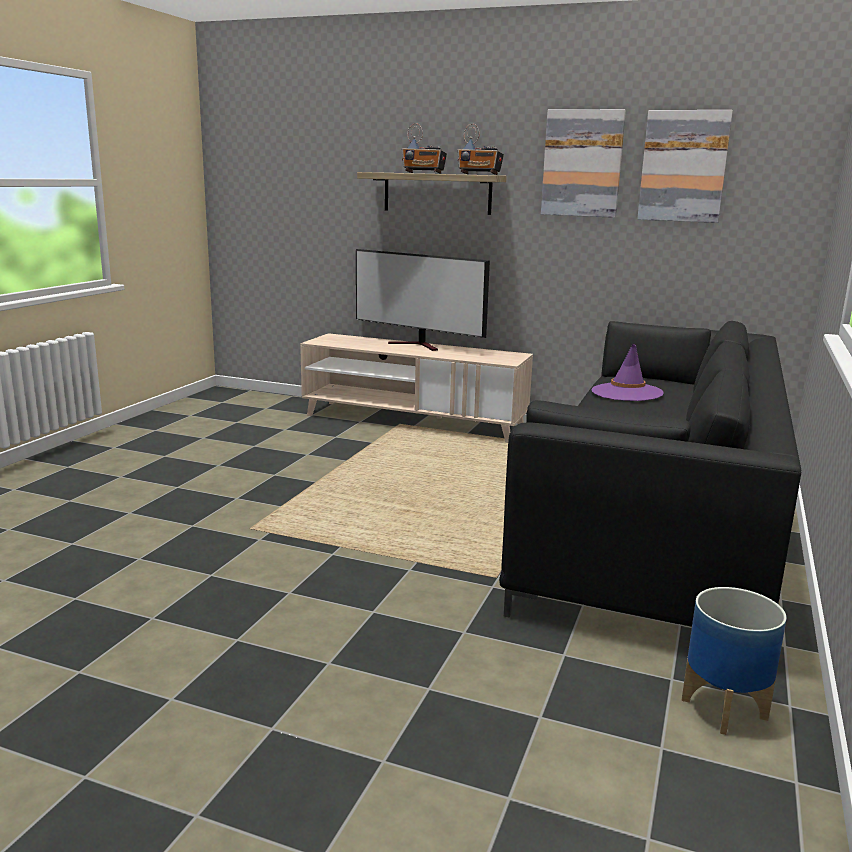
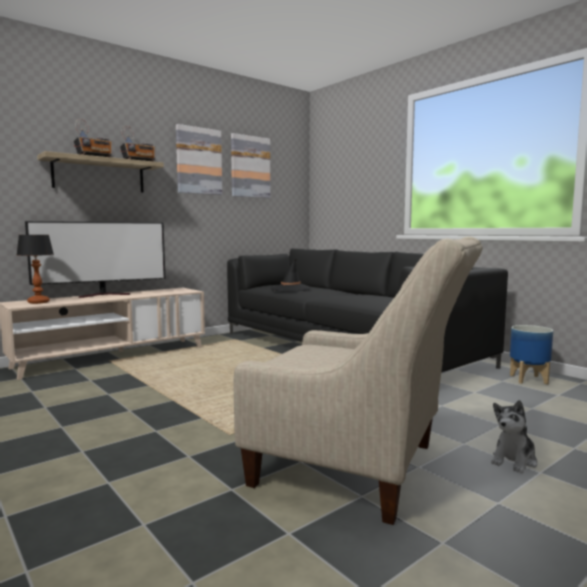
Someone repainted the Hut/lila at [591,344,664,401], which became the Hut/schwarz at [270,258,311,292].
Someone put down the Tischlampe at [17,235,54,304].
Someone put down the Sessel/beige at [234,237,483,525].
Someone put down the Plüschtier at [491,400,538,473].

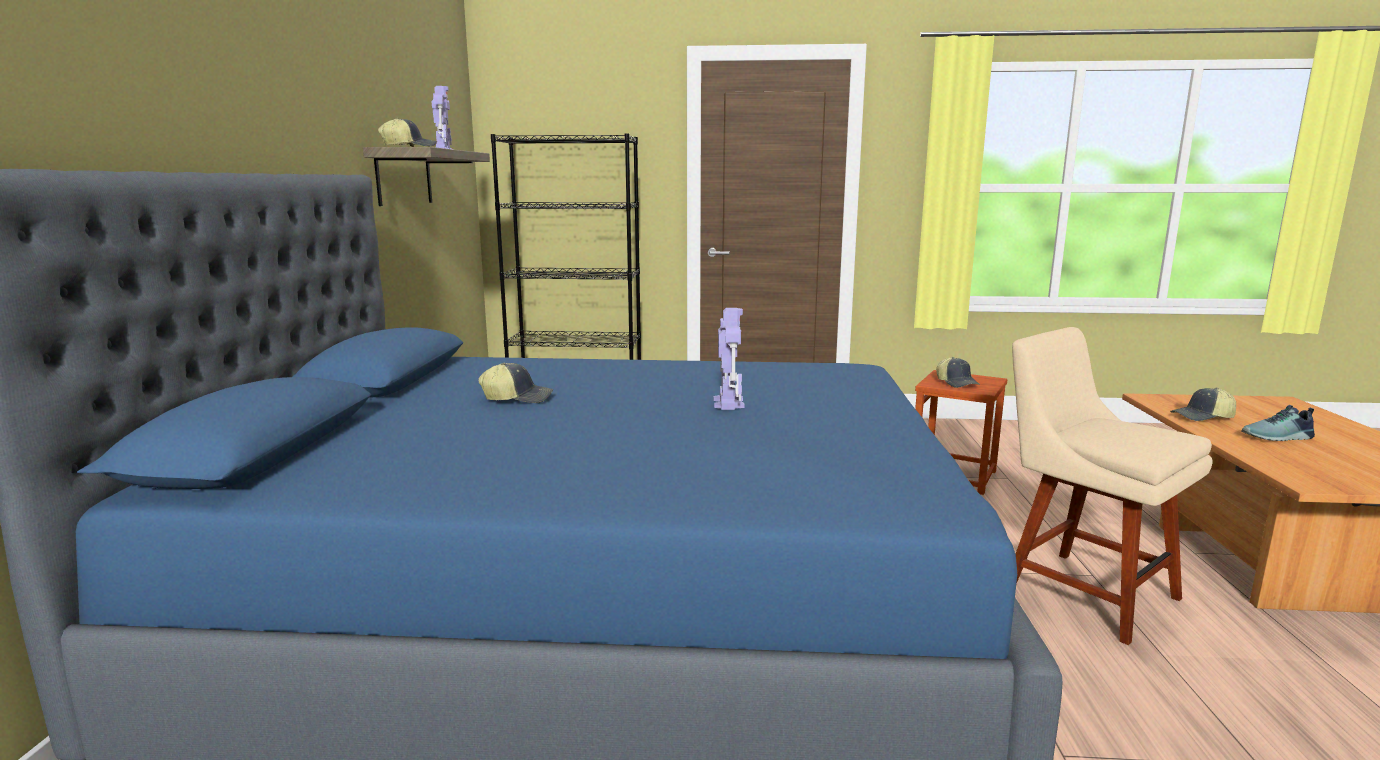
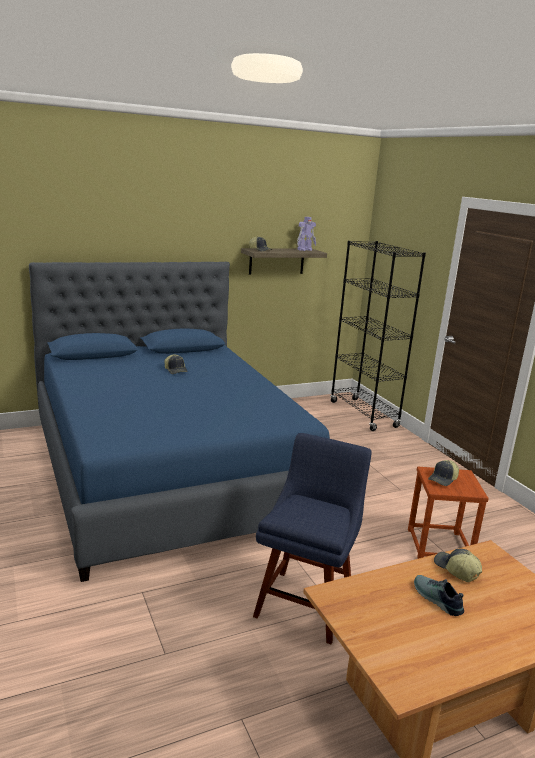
Someone took away the Spielzeugroboter at [713,308,744,410].
Someone repainted the Stuhl/beige at [1012,327,1213,645], which became the Stuhl/blau at [253,433,372,644].

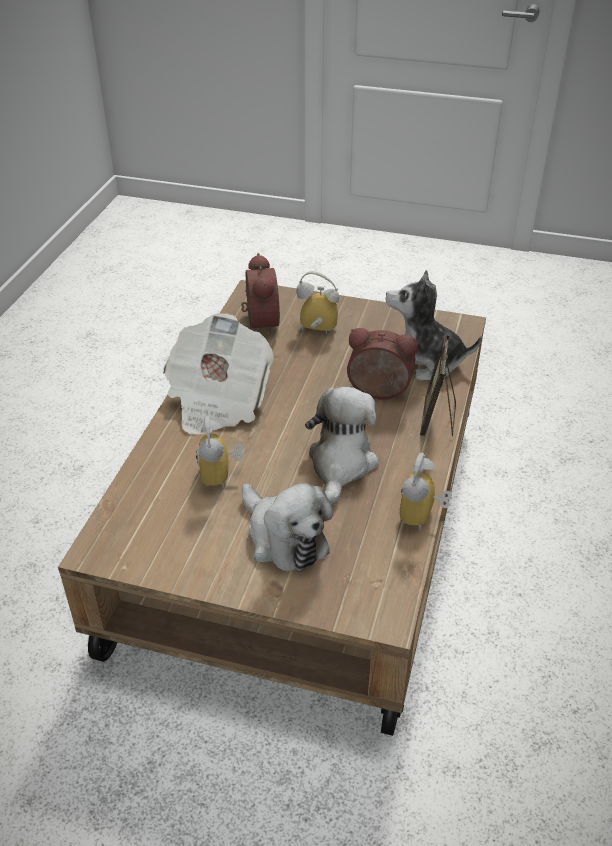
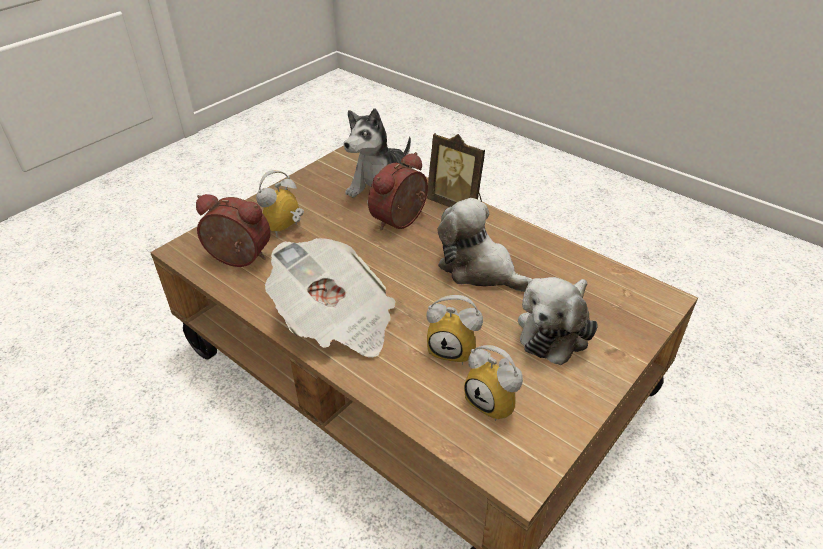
Someone rotated the Plüschtier at [242,483,333,572] by 135 degrees clockwise.
Someone carried the Wecker from [400,453,452,531] to [464,345,523,421].

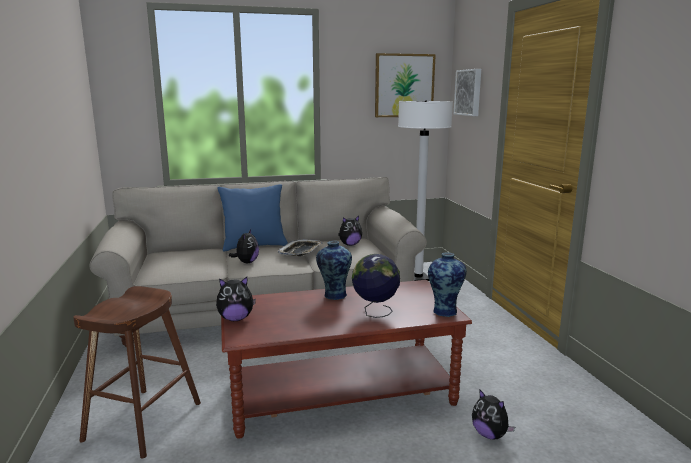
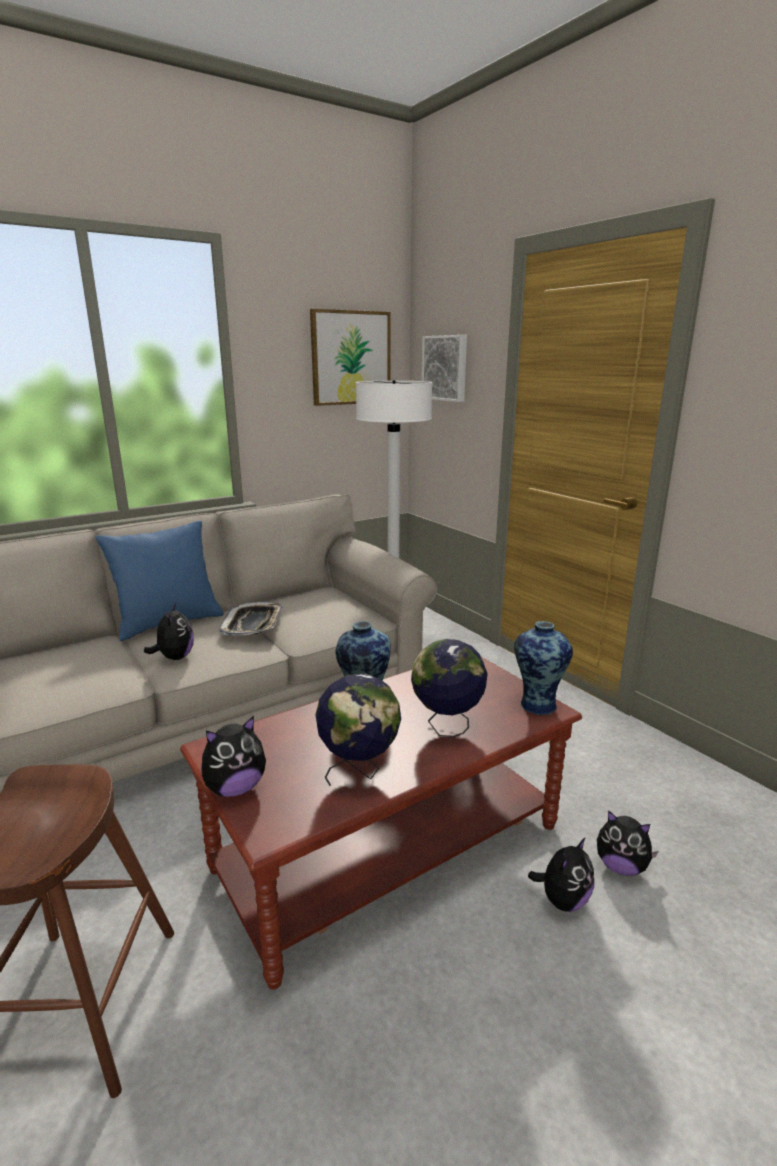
Someone carried the Plüschtier from [338,216,362,246] to [528,837,594,912].
Someone put down the Globus at [315,674,401,786].

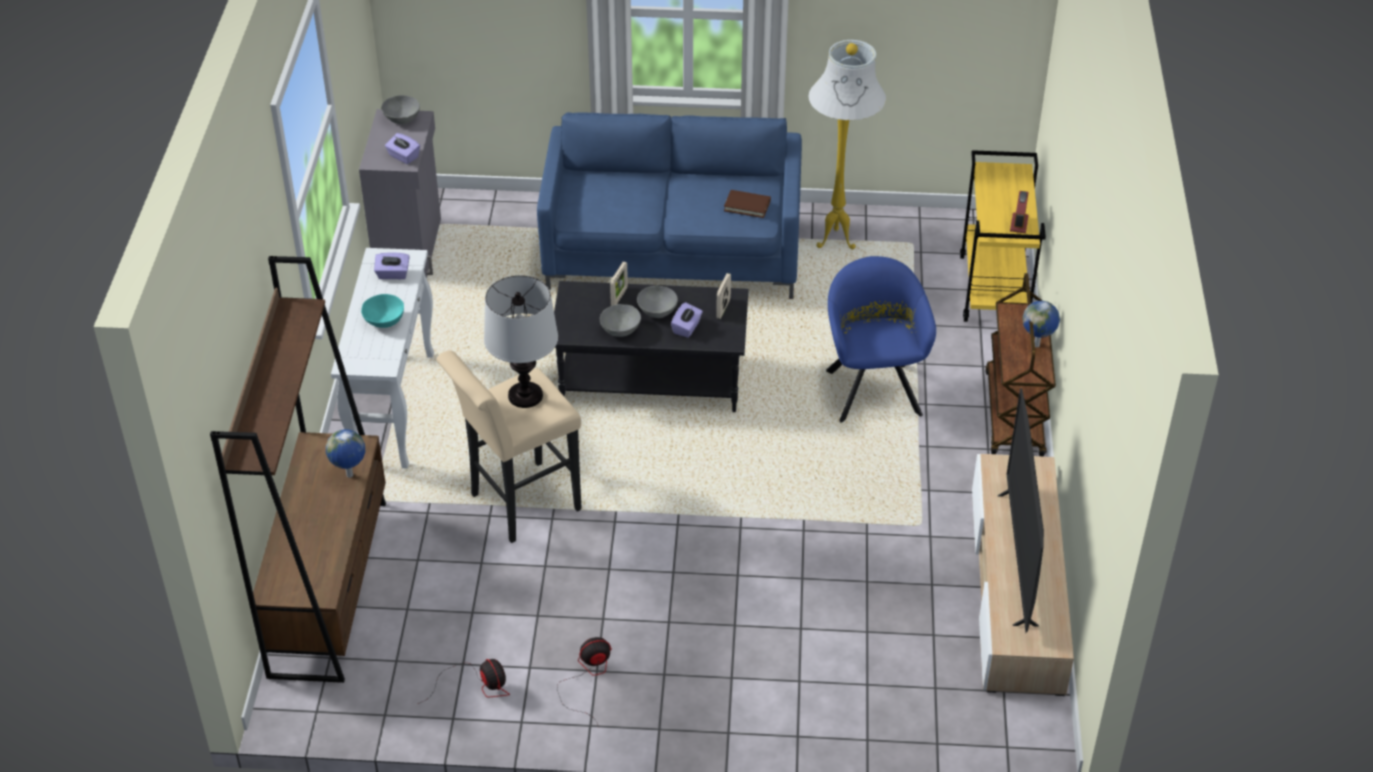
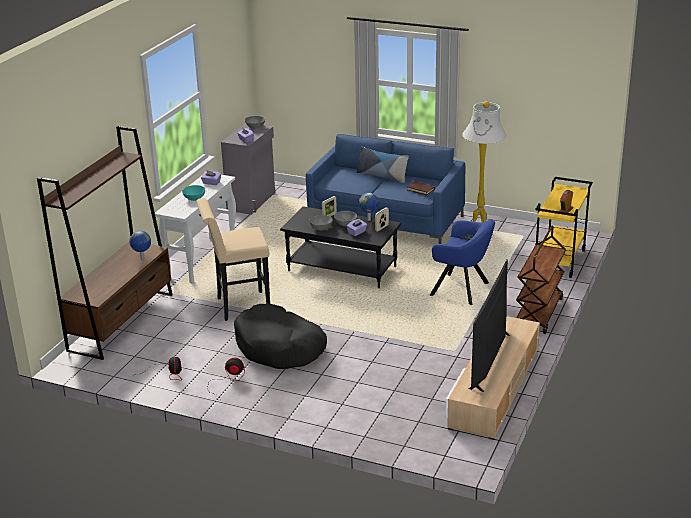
Someone took away the Tischlampe at [484,275,558,408].
Someone rotated the Sessel/blau at [826,256,936,422] by 105 degrees clockwise.
Someone carried the Globus from [1022,301,1060,347] to [359,193,379,221].
Someone put down the Hundebett/schwarz at [234,304,327,369].
Someone put down the Kissen at [356,146,409,183].

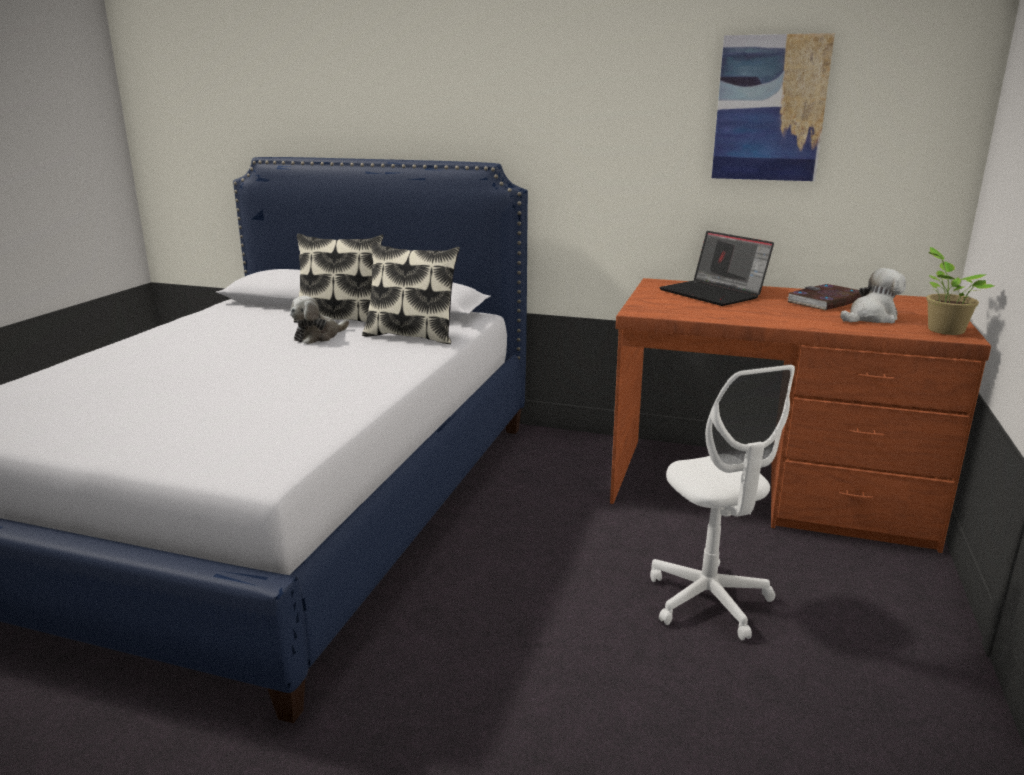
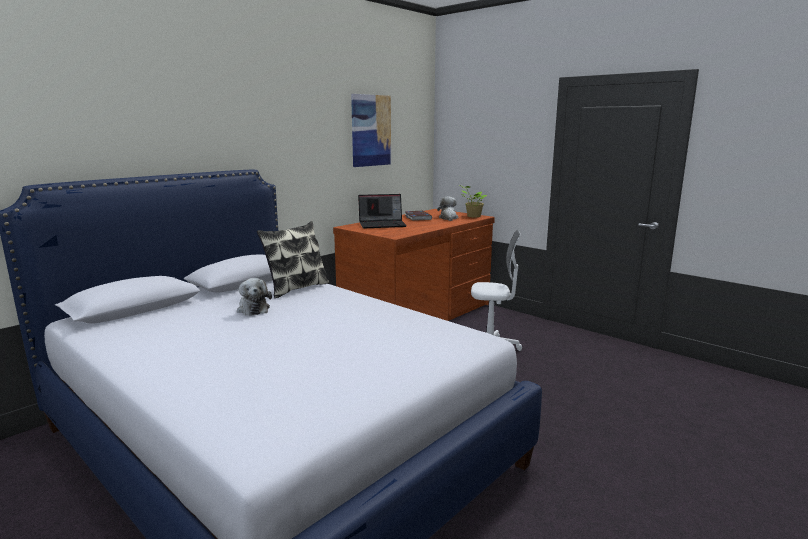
Someone took away the Kissen at [294,234,383,323].

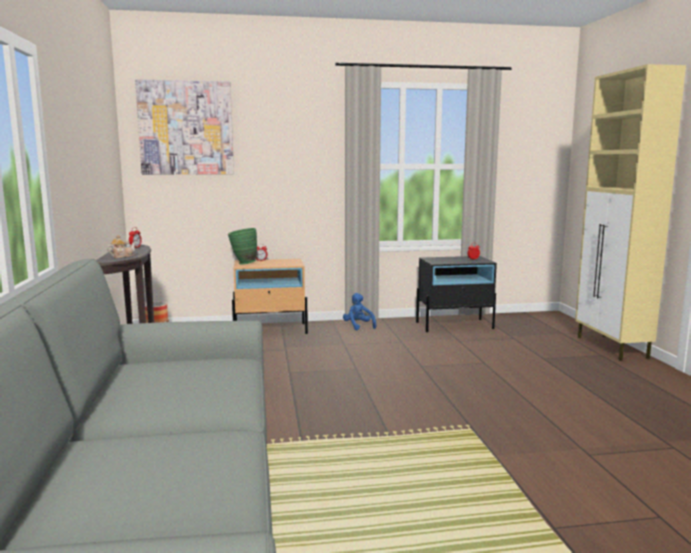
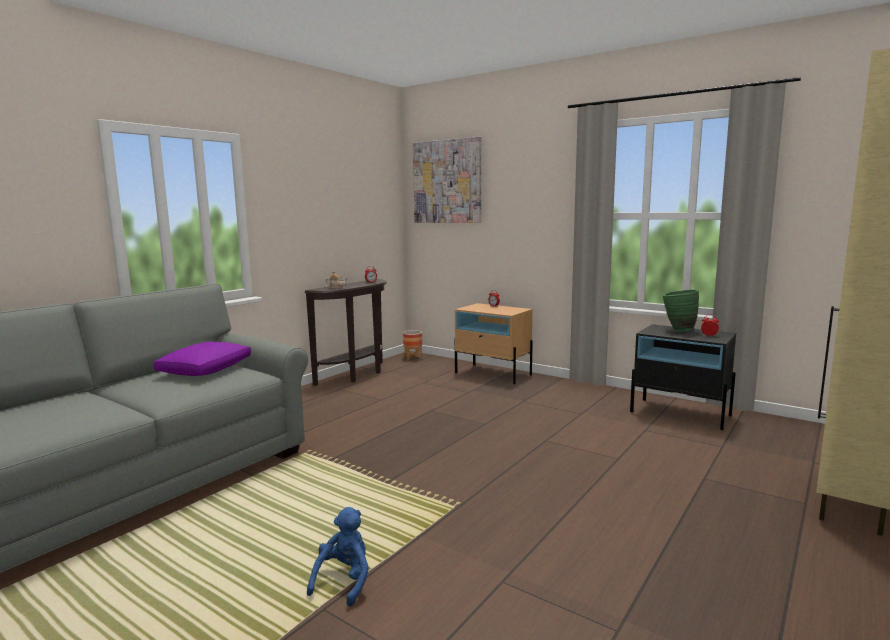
Someone carried the Vase/grün from [228,228,257,264] to [663,290,699,332].
Someone carried the Plüschtier/blau from [343,293,376,330] to [307,507,369,607].
Someone put down the Kissen/lila at [153,342,251,376].

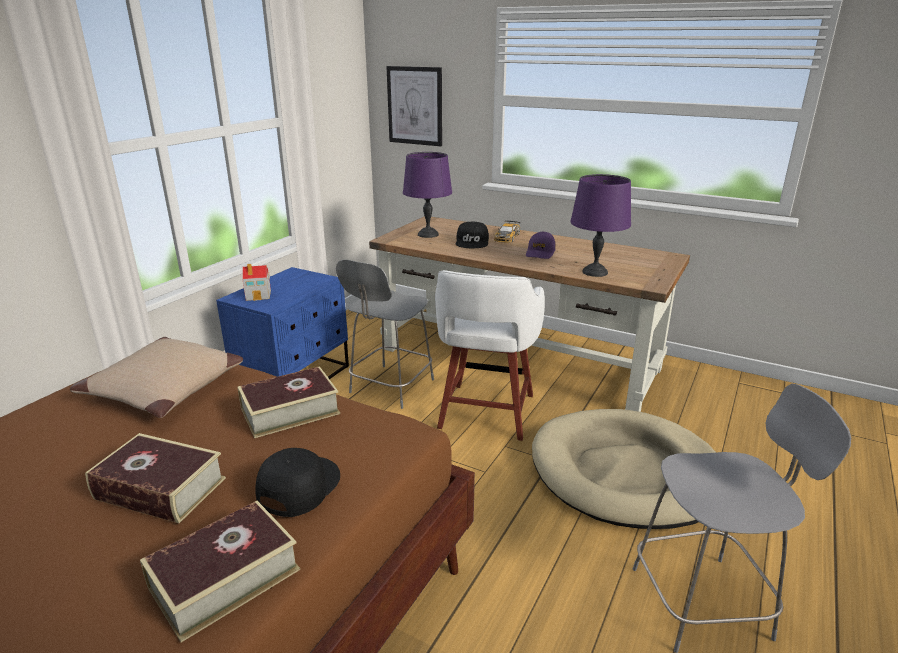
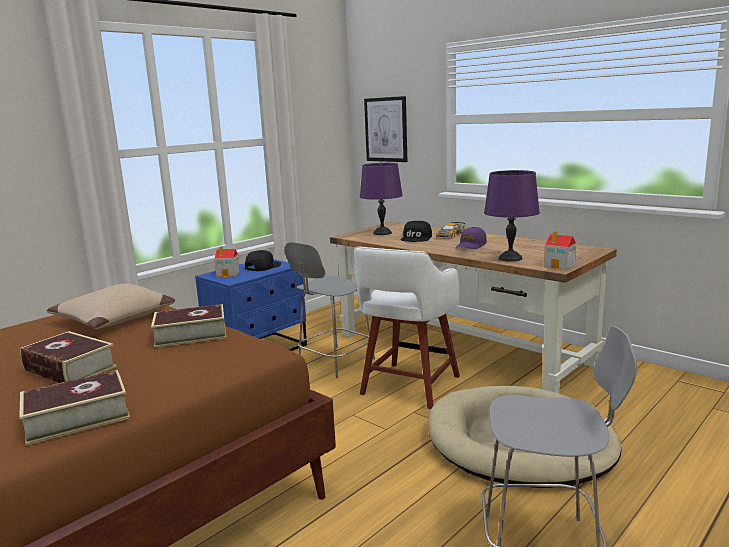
Someone carried the Kappe/schwarz from [255,448,340,517] to [245,250,281,271].
Someone put down the Spielzeughaus at [544,231,576,270].

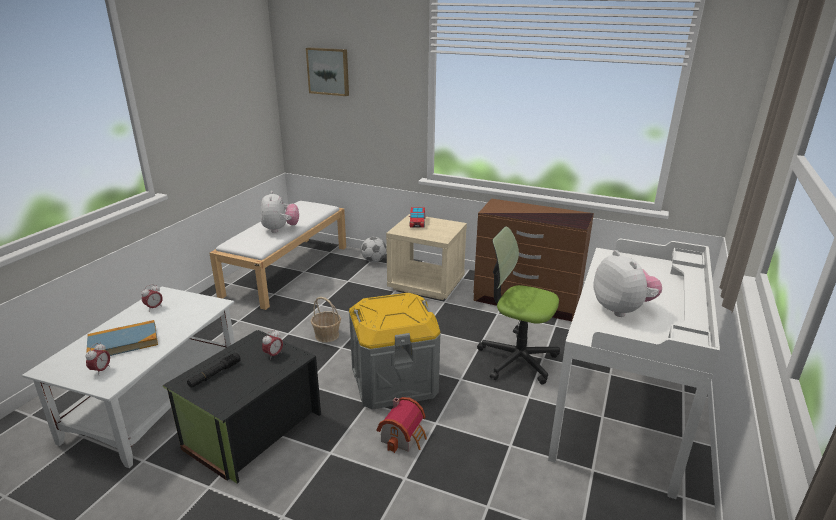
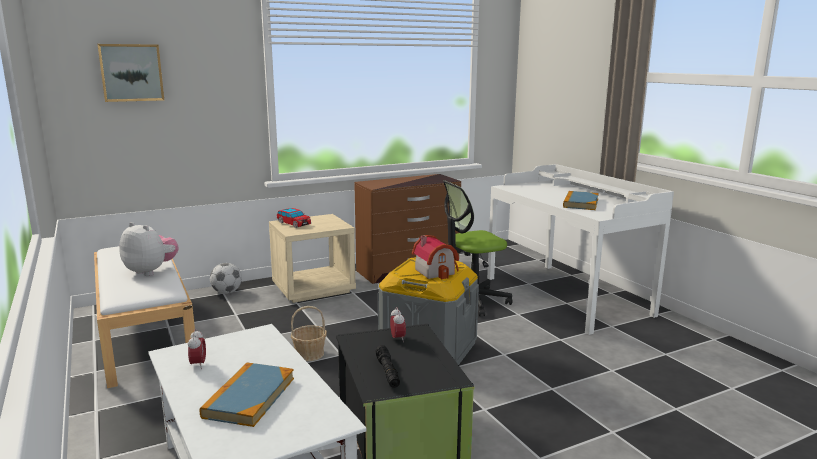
Someone took away the Wecker at [86,343,110,376].
Someone carried the Spielzeughaus from [377,397,427,453] to [412,235,459,280].
Someone swapped the Plüschtier at [593,250,662,317] for the Buch at [563,191,599,210].

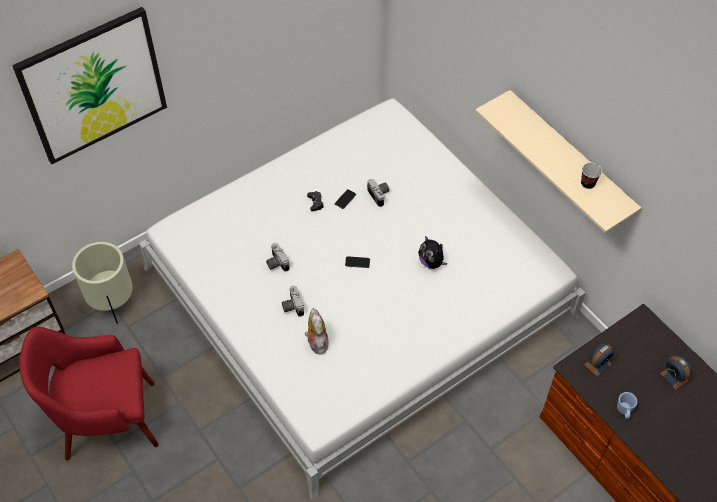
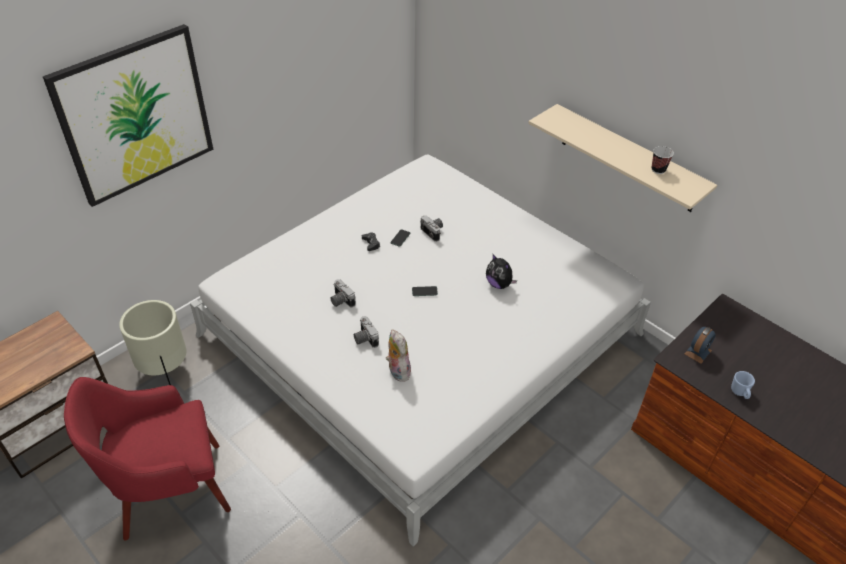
Someone took away the Wecker at [660,356,692,390].

